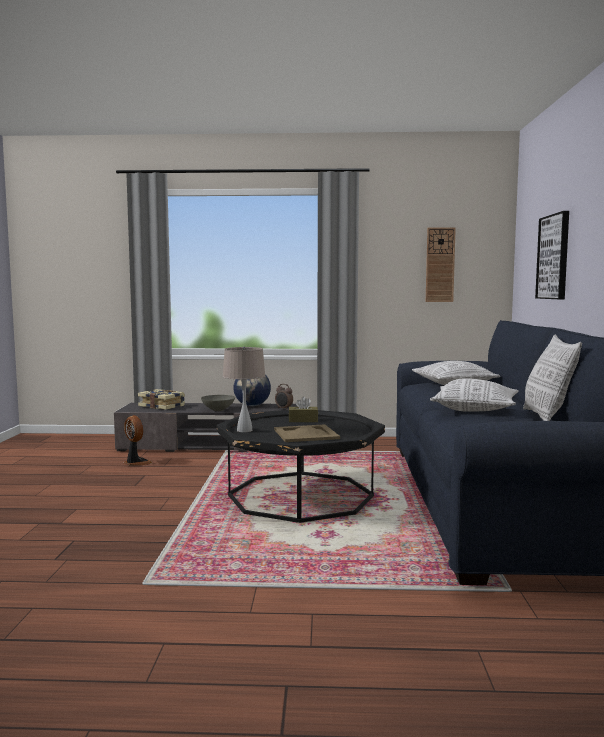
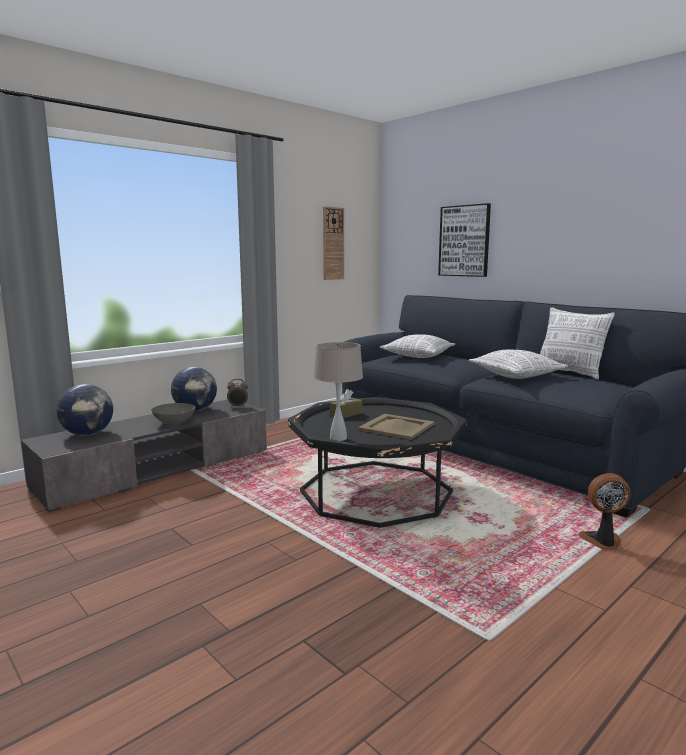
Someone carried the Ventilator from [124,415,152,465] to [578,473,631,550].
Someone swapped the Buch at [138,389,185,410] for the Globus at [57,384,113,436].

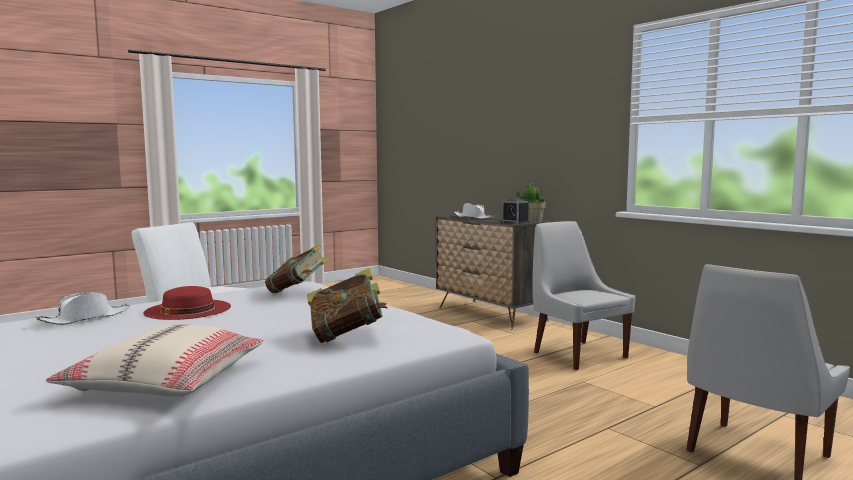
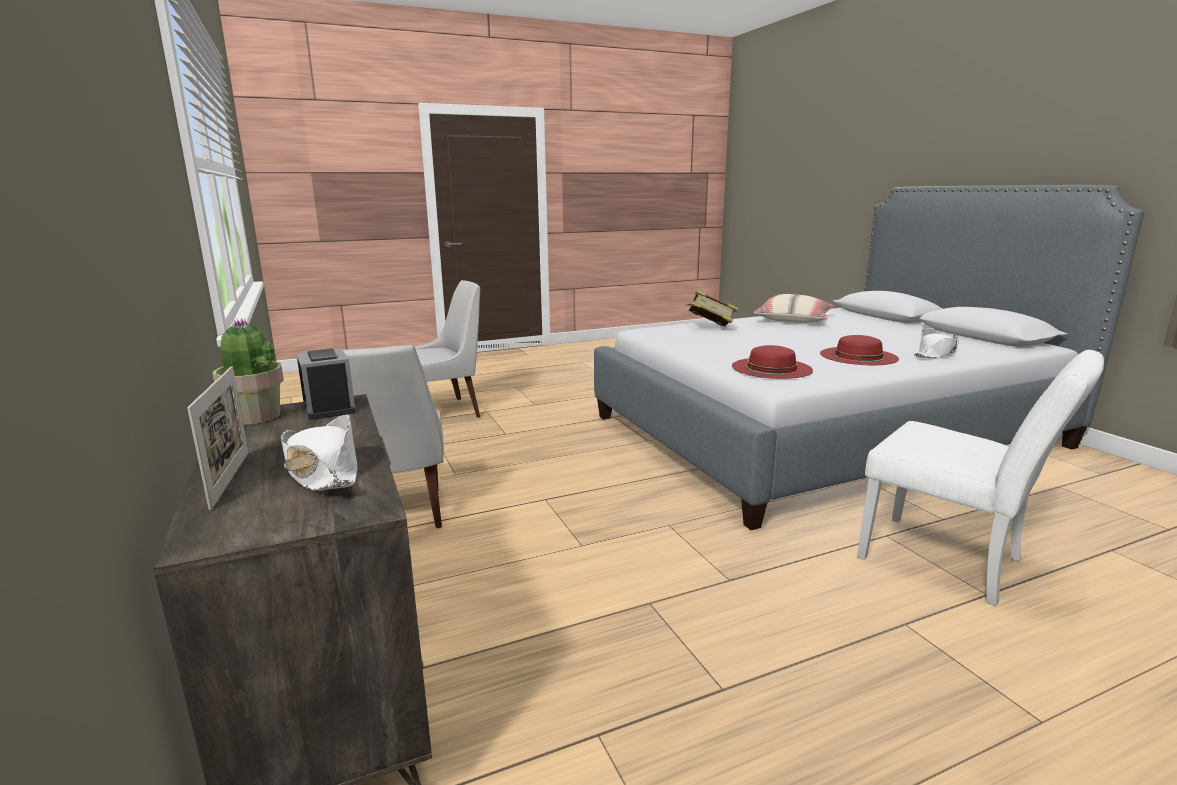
Someone swapped the Buch at [265,244,330,293] for the Hut/rot at [732,345,813,379].
Someone put down the Bilderrahmen at [187,367,249,510].

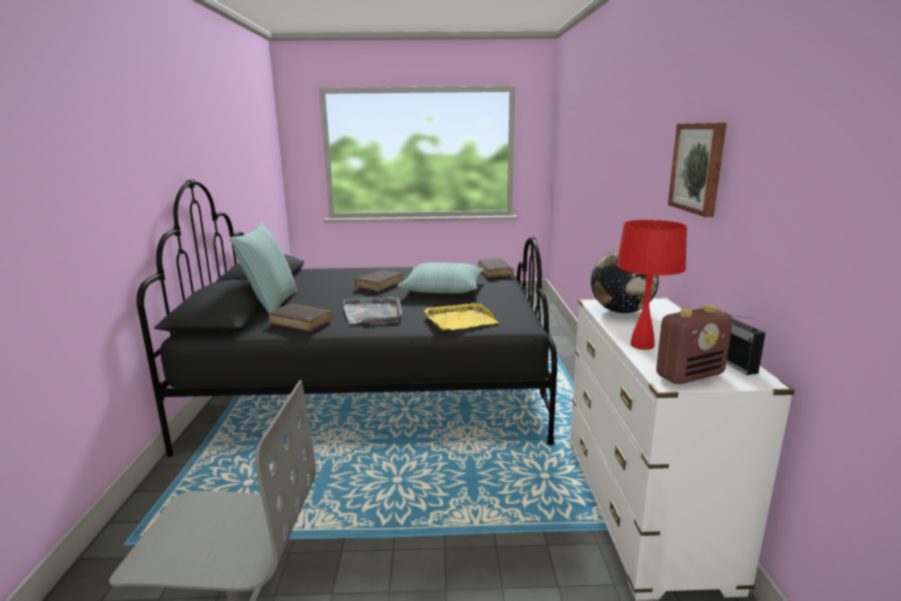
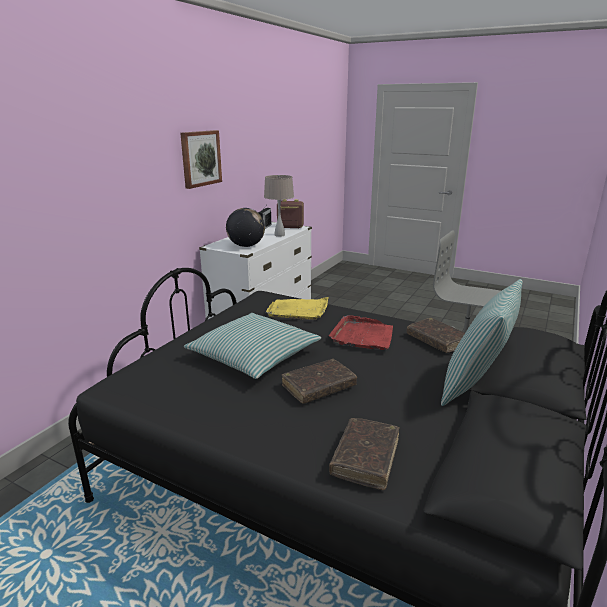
Someone repainted the Tablett/grau at [343,297,403,324], which became the Tablett/rot at [329,315,393,350].
Someone carried the Buch/braun from [478,258,514,277] to [329,418,399,490].
Someone repainted the Tischlampe/rot at [616,220,687,350], which became the Tischlampe/beige at [264,175,294,237].

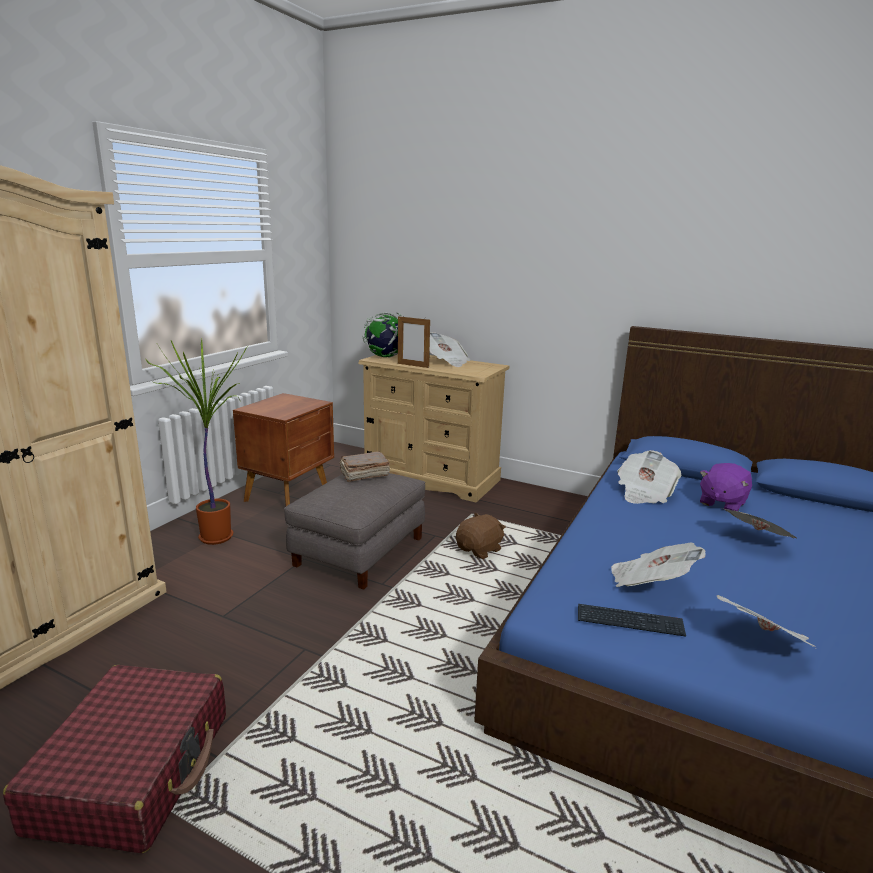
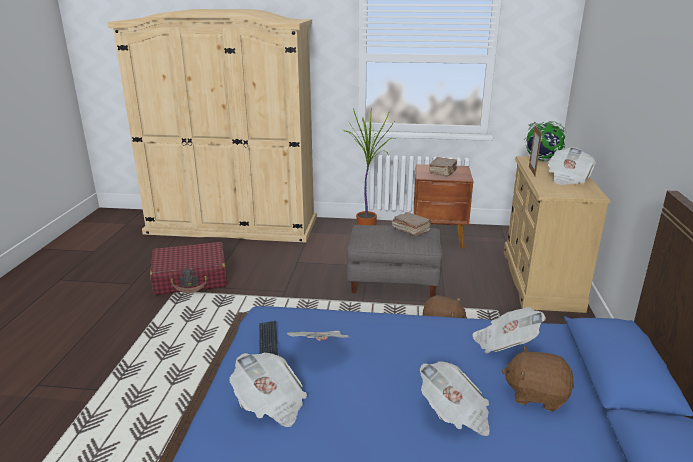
Someone repainted the Plüschtier/lila at [700,463,752,512], which became the Plüschtier/braun at [502,346,574,411].
Someone put down the Buch/braun at [429,157,457,176].

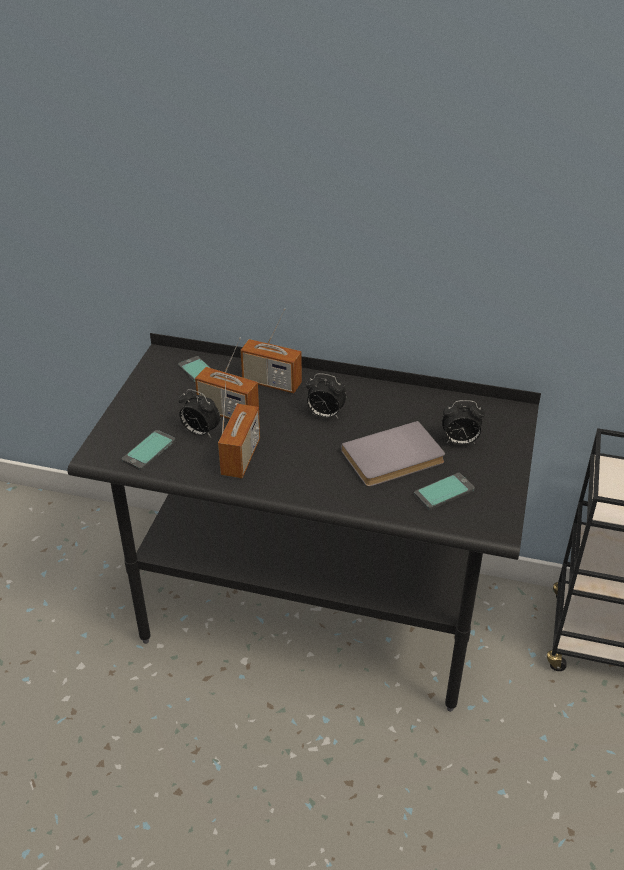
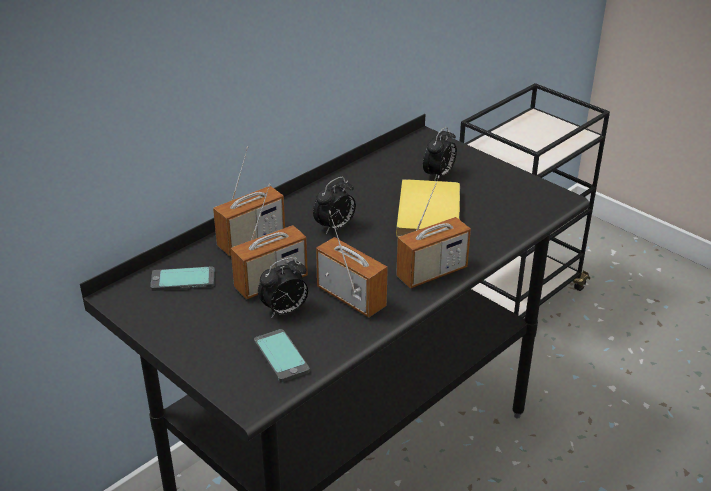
Someone repainted the Buch/grau at [341,421,445,486], which became the Buch/gelb at [396,179,460,237].
Someone took away the Handy at [414,473,475,510].
Someone put down the Radio at [396,175,471,288].

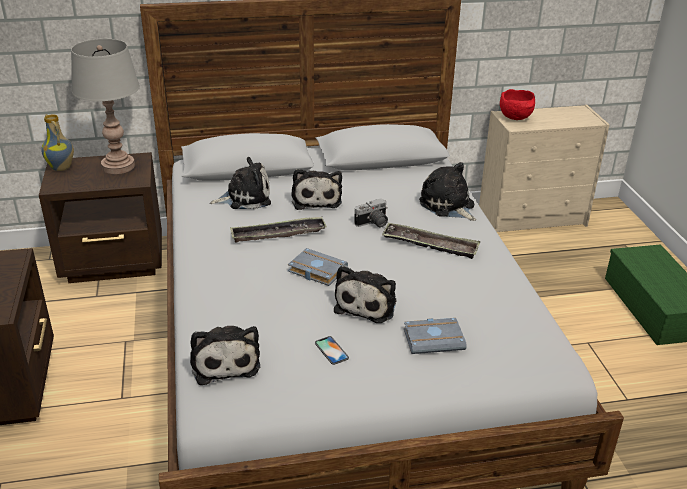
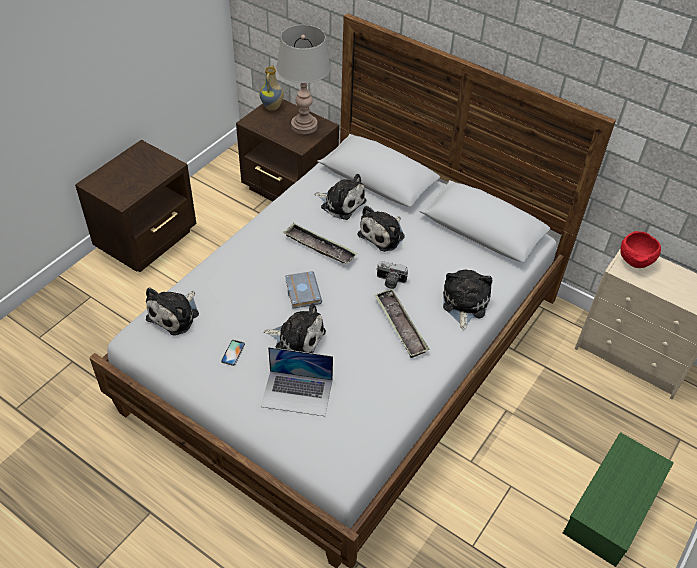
Someone rotated the Plüschtier at [334,266,396,323] by 135 degrees counterclockwise.
Someone swapped the Buch/grau at [404,318,467,354] for the Laptop at [261,347,333,416].

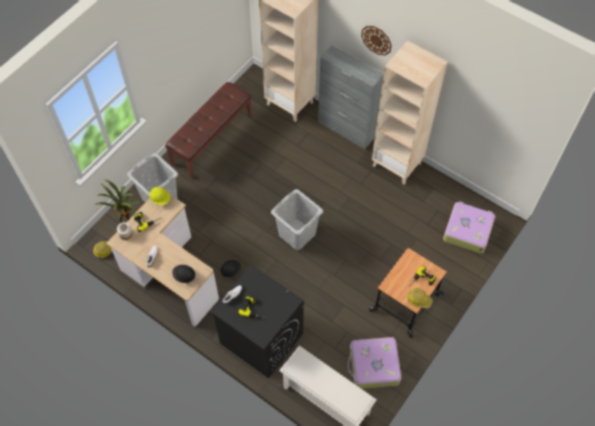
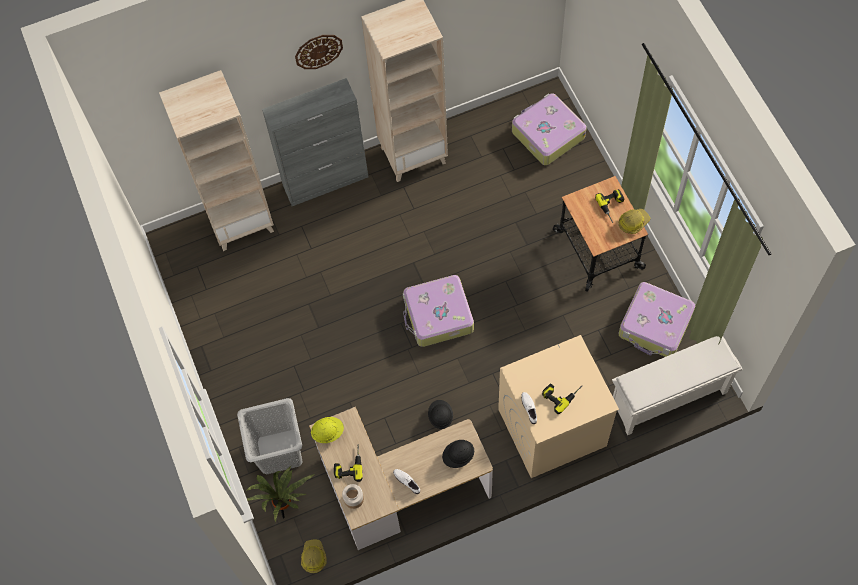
Someone took away the Bank/braun at [165,82,252,179].
Someone repainted the Waschmaschine/schwarz at [211,265,304,378], which became the Waschmaschine/beige at [498,335,619,478].
Someone swapped the Wäschekorb/grau at [271,189,323,250] for the Koffer at [403,275,474,347].

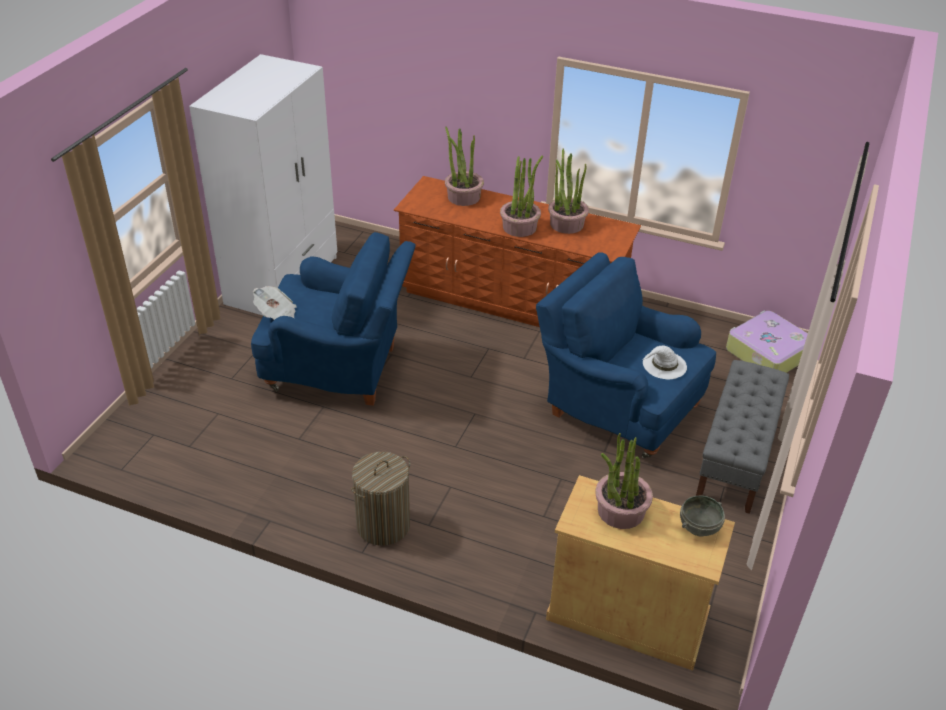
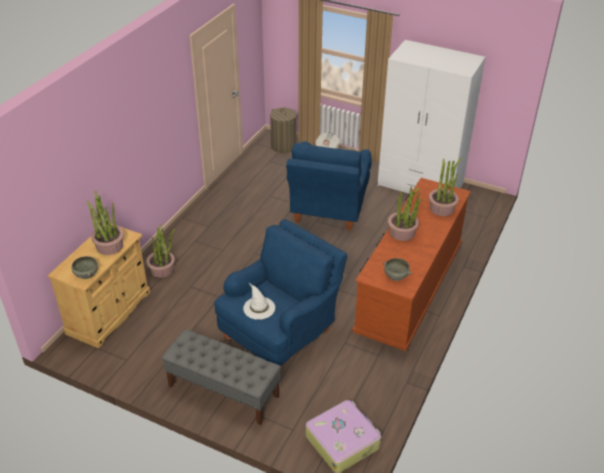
Someone carried the Wäschekorb from [351,452,410,546] to [270,108,296,153].
Someone carried the Topfpflanze from [548,149,589,234] to [146,224,175,278].
Someone put down the Schüssel/grau at [383,258,412,281].

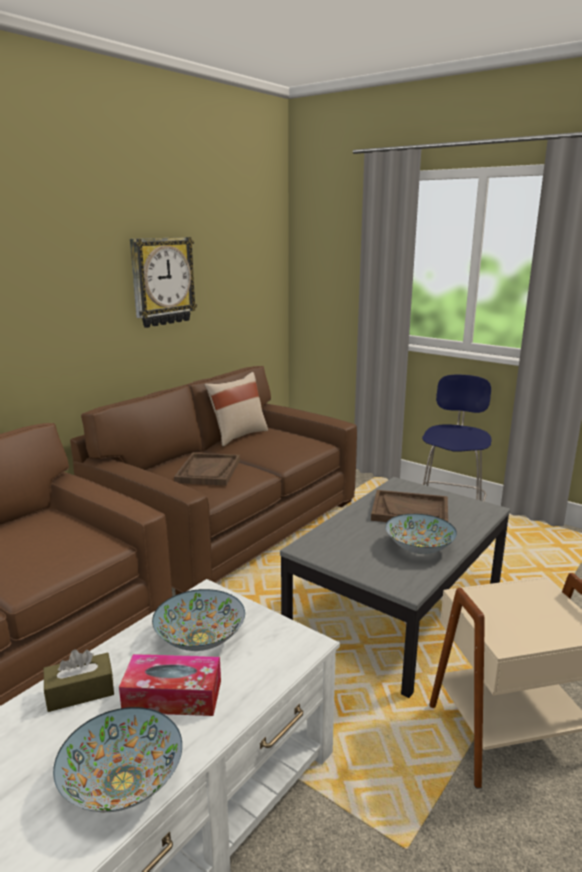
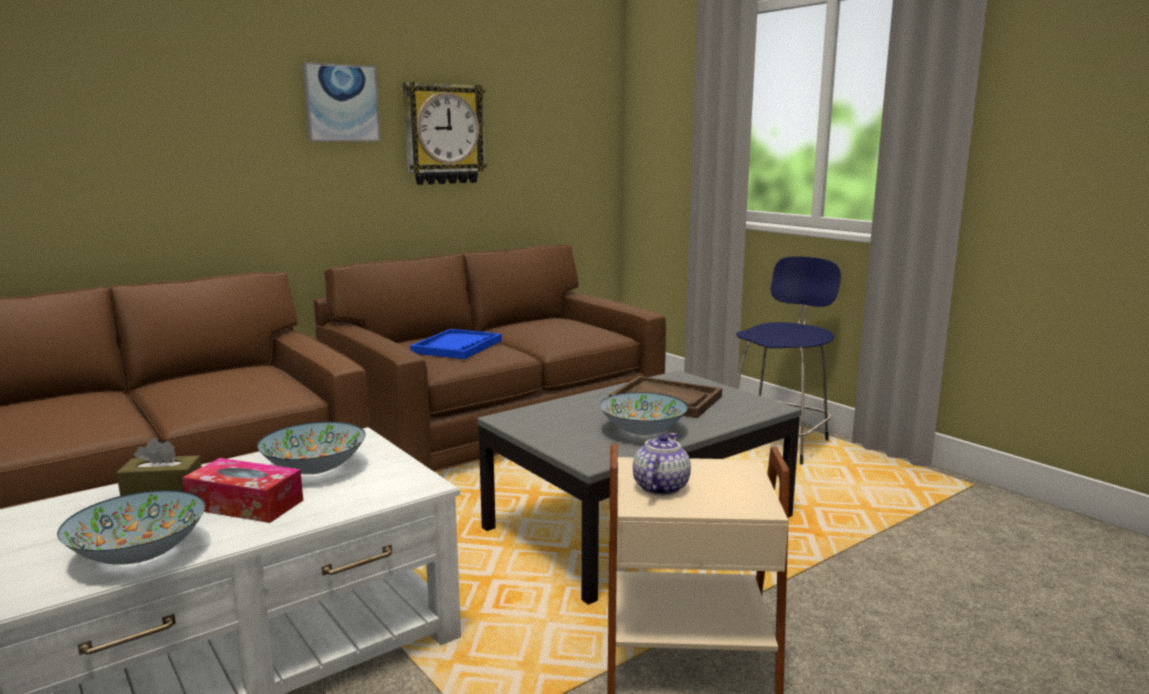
Someone repainted the Tablett/braun at [174,453,240,486], which became the Tablett/blau at [410,329,502,359].
Someone took away the Kissen/beige at [204,372,268,447].
Someone put up the Bild at [302,62,381,141].
Someone put down the Teekanne at [633,433,691,495].

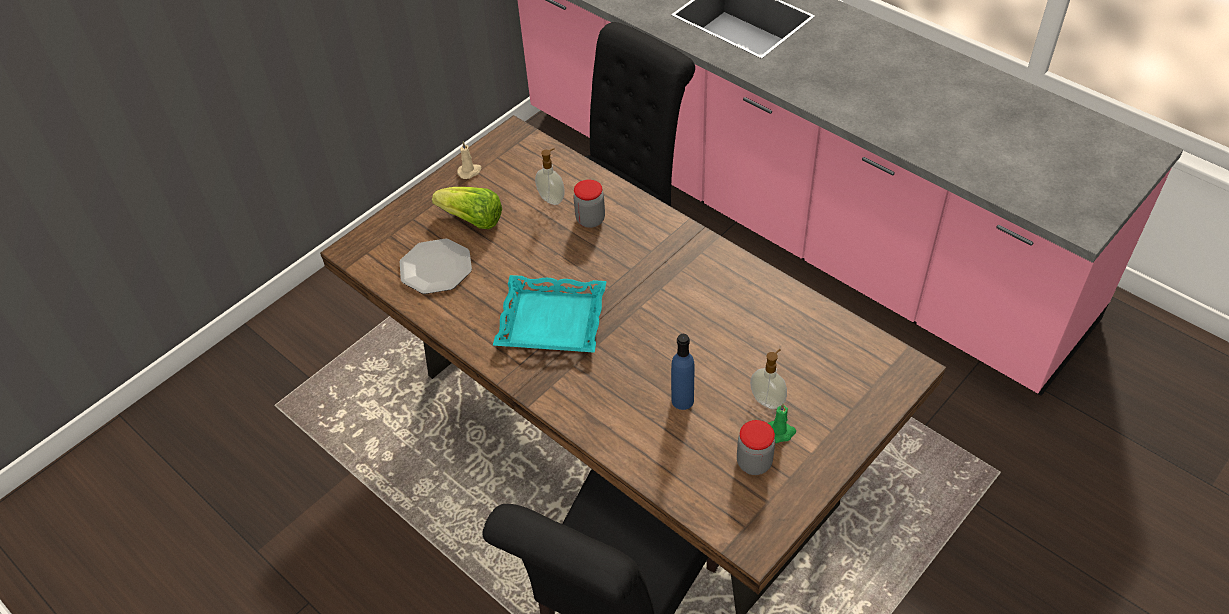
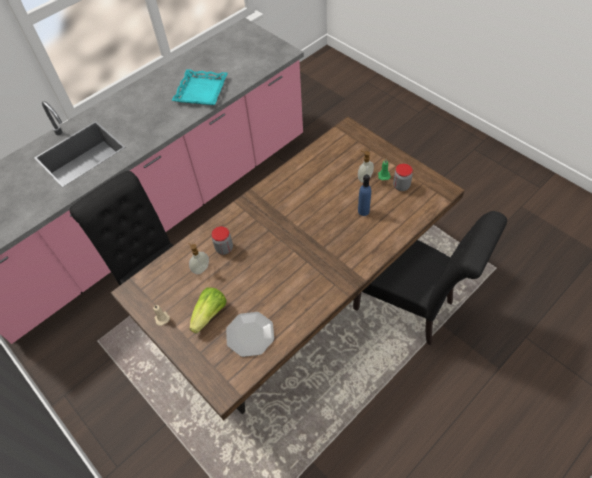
Someone carried the Tablett/türkis from [493,275,607,353] to [172,69,228,105].

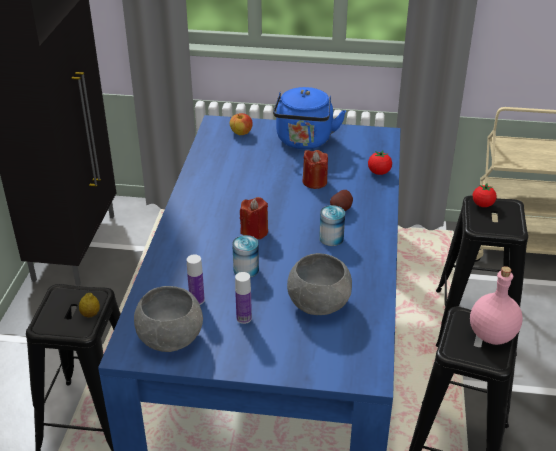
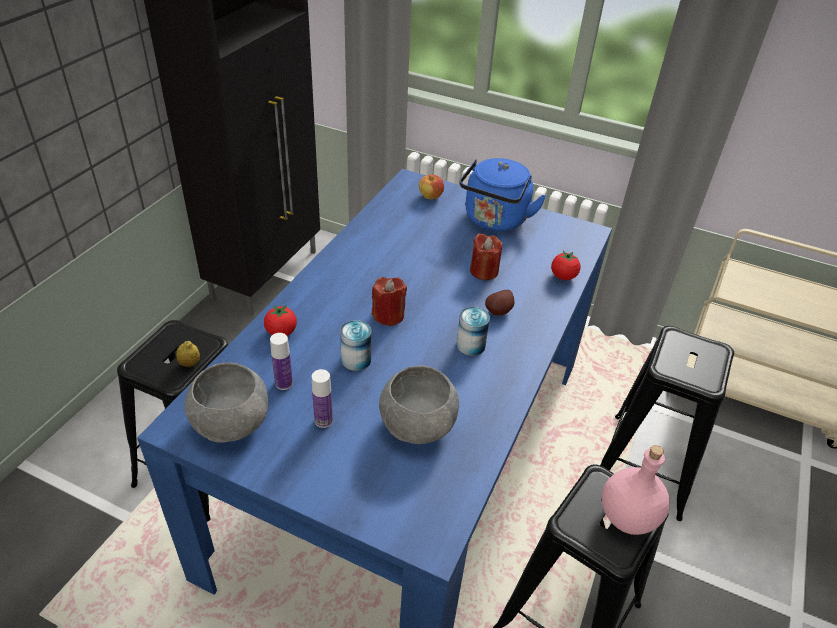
Someone carried the Tomate from [473,184,497,207] to [264,305,297,336].

